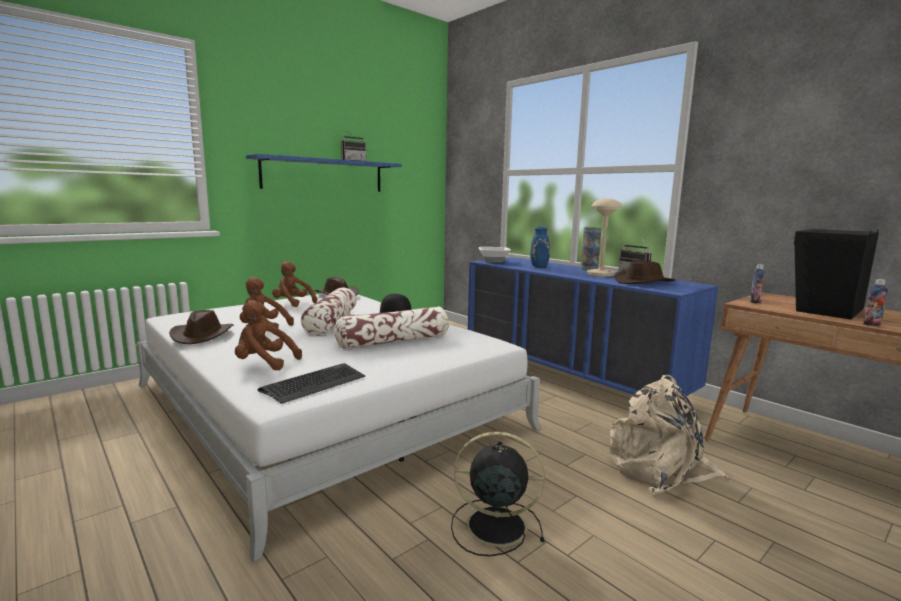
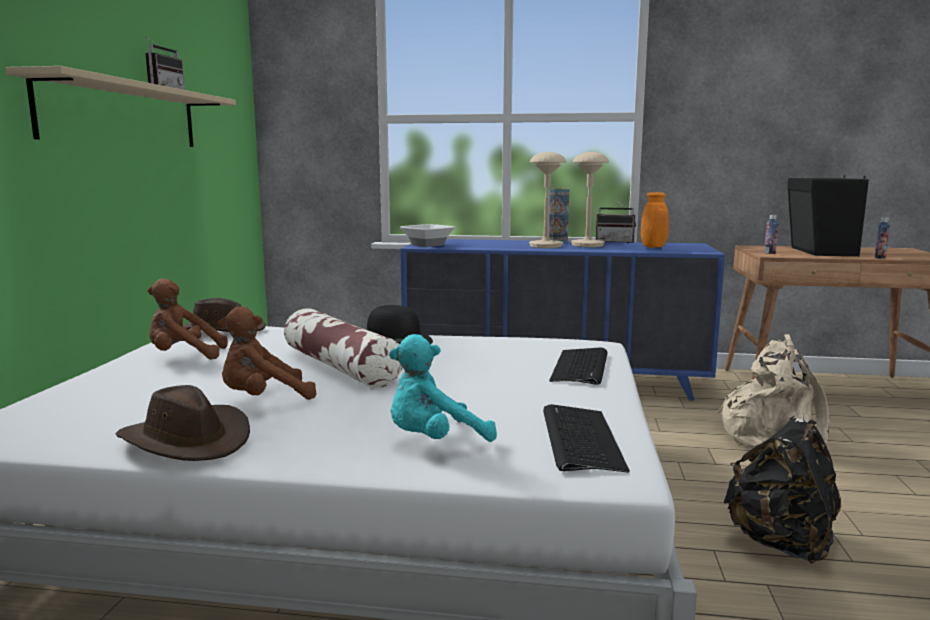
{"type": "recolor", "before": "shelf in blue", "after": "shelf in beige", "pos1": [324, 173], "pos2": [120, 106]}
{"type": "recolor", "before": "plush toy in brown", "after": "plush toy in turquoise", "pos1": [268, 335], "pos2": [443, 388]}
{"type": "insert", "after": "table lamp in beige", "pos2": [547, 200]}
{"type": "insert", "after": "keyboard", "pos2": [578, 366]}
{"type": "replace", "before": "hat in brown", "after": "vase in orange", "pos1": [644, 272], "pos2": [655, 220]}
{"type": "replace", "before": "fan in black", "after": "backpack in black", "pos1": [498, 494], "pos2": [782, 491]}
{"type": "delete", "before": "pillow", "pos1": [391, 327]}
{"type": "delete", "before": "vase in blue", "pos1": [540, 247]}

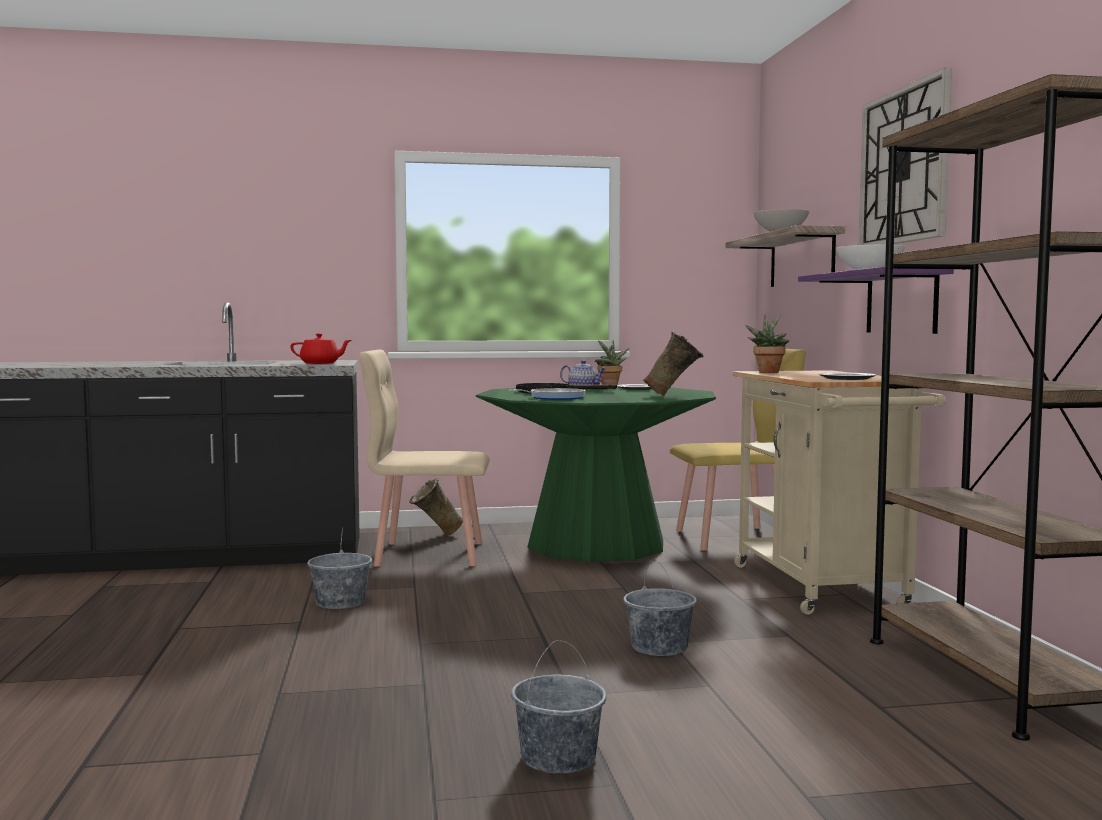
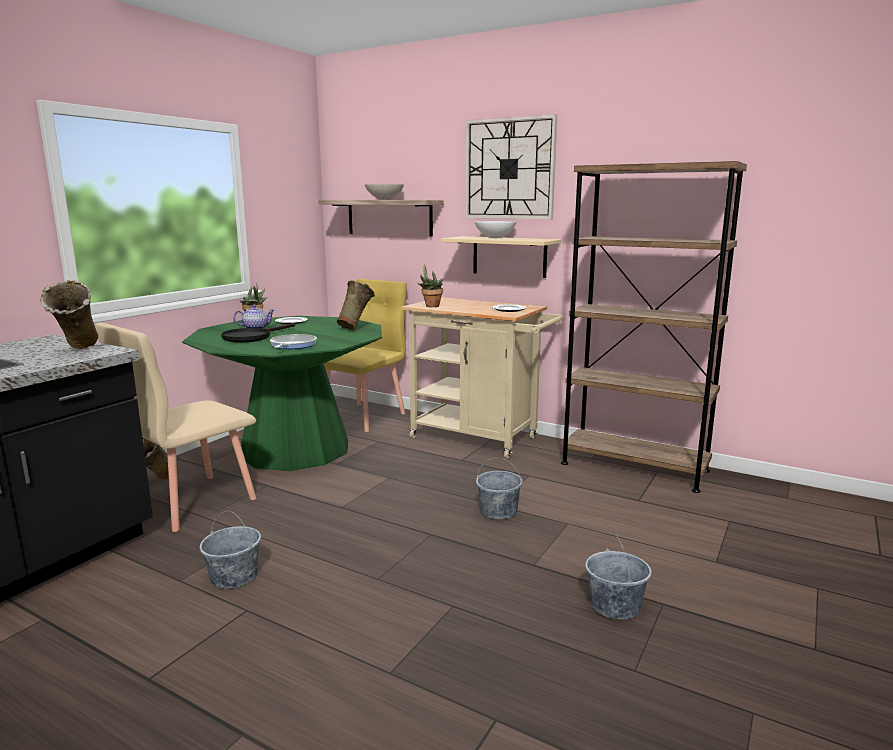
{"type": "replace", "before": "teapot in red", "after": "vase in beige", "pos1": [320, 349], "pos2": [69, 314]}
{"type": "recolor", "before": "shelf in purple", "after": "shelf in beige", "pos1": [876, 300], "pos2": [501, 257]}

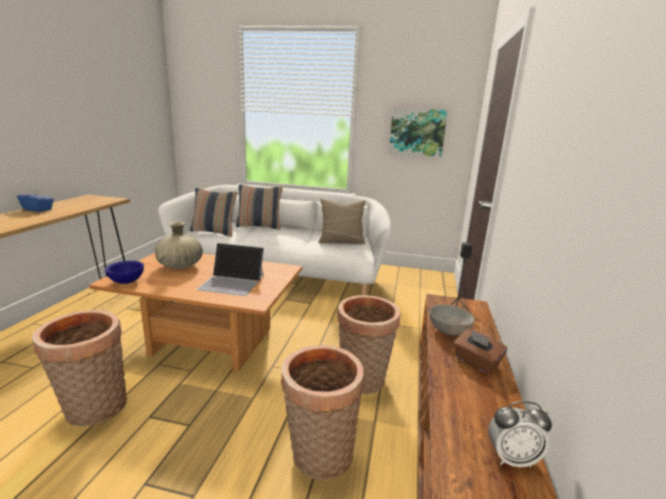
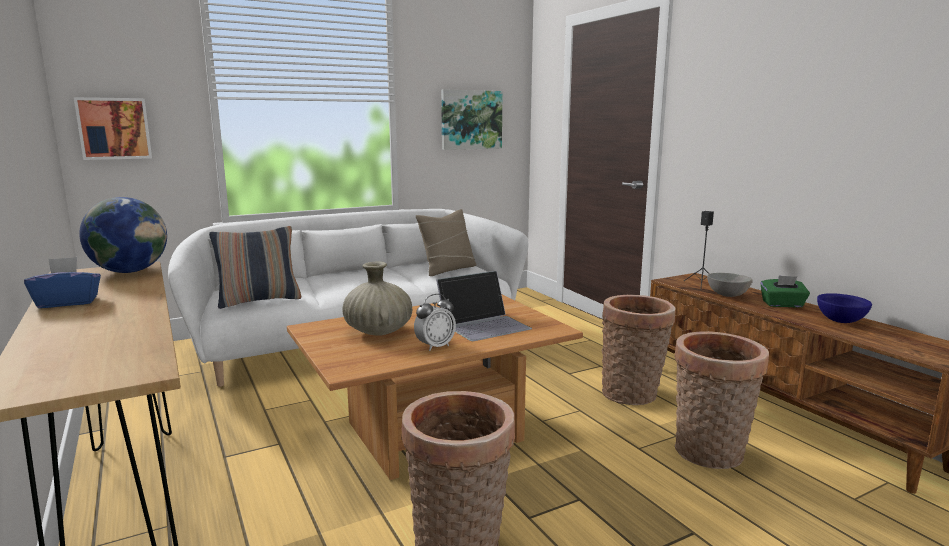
{"type": "insert", "after": "picture", "pos2": [113, 128]}
{"type": "insert", "after": "globe", "pos2": [123, 235]}
{"type": "move", "before": "alarm clock", "pos1": [520, 434], "pos2": [435, 322]}
{"type": "recolor", "before": "tissue box in brown", "after": "tissue box in green", "pos1": [480, 351], "pos2": [785, 291]}
{"type": "move", "before": "bowl in blue", "pos1": [124, 272], "pos2": [844, 308]}
{"type": "delete", "before": "pillow", "pos1": [259, 207]}

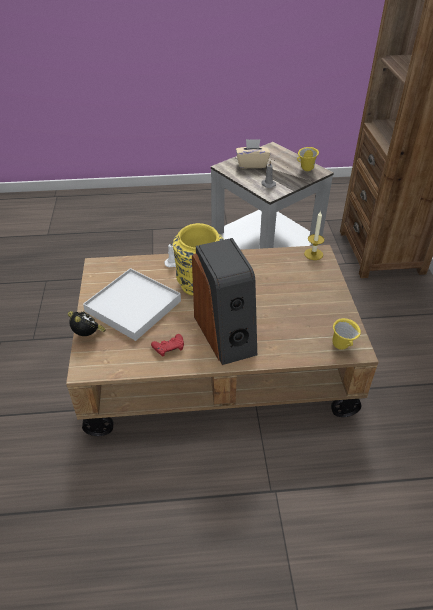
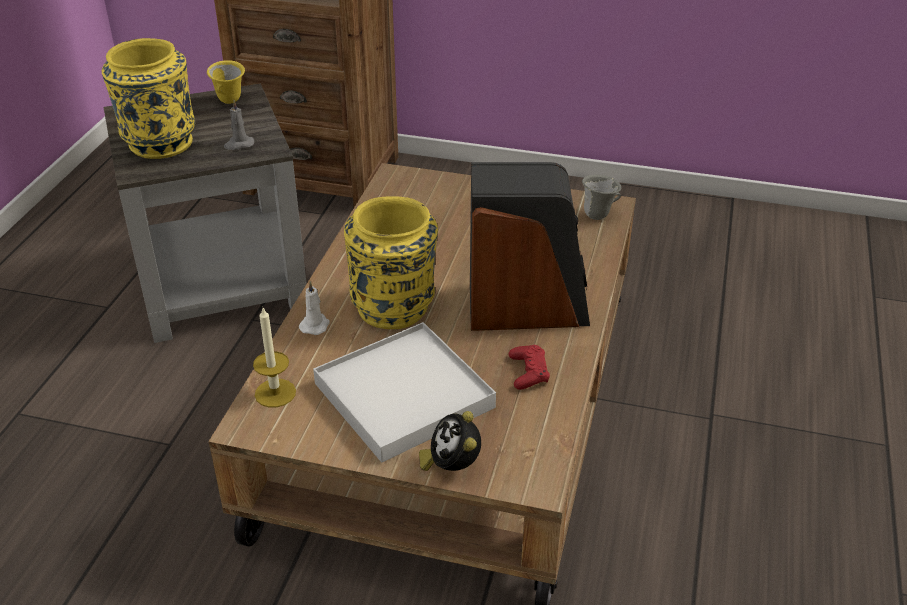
{"type": "replace", "before": "tissue box in beige", "after": "vase in yellow", "pos1": [253, 154], "pos2": [148, 98]}
{"type": "move", "before": "candle", "pos1": [314, 235], "pos2": [274, 357]}
{"type": "rotate", "before": "alarm clock", "pos1": [87, 323], "pos2": [450, 441], "turn": -75}
{"type": "recolor", "before": "mug in yellow", "after": "mug in grey", "pos1": [346, 334], "pos2": [601, 197]}

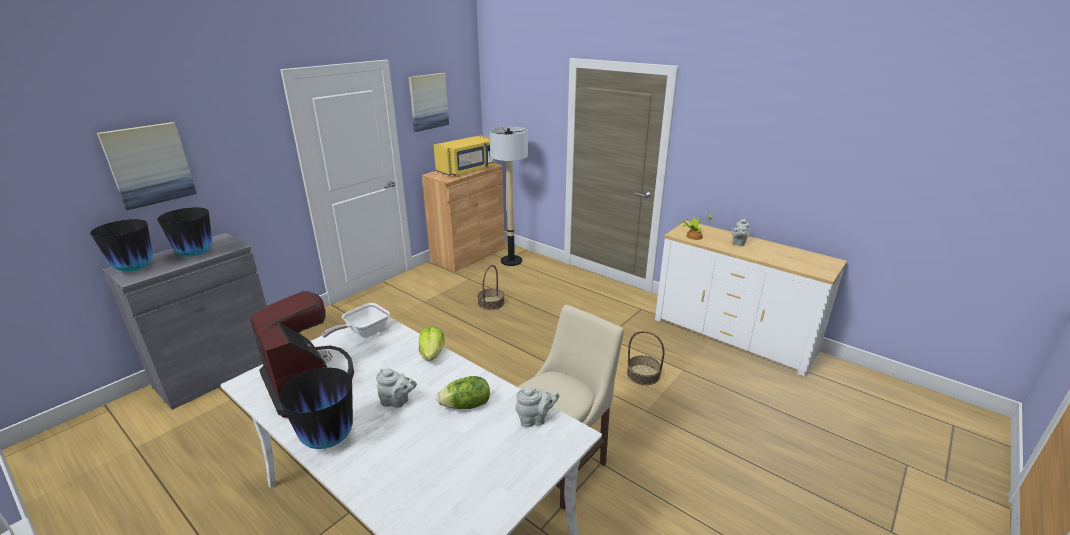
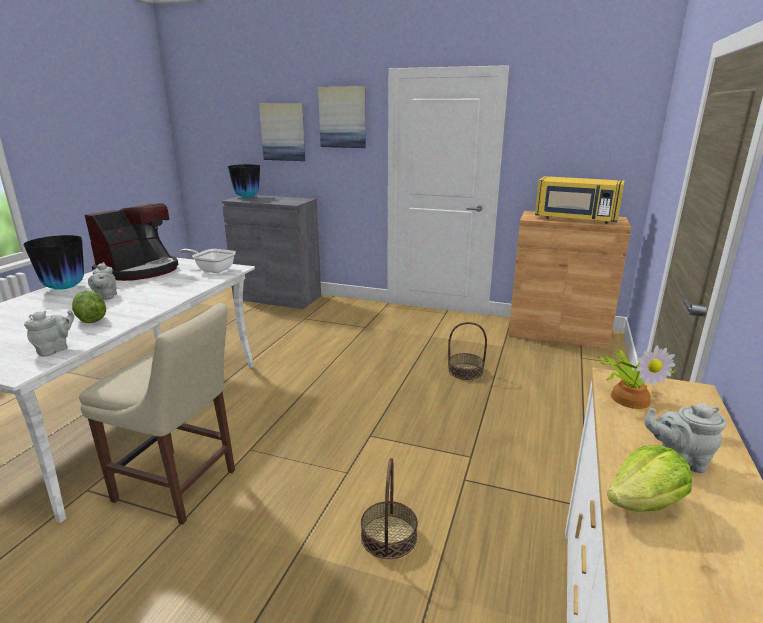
{"type": "rotate", "before": "teapot in grey", "pos1": [537, 407], "pos2": [49, 333], "turn": -120}
{"type": "move", "before": "picture", "pos1": [428, 102], "pos2": [342, 117]}
{"type": "move", "before": "lettuce", "pos1": [432, 343], "pos2": [649, 479]}
{"type": "delete", "before": "vase", "pos1": [184, 232]}
{"type": "delete", "before": "floor lamp", "pos1": [508, 196]}

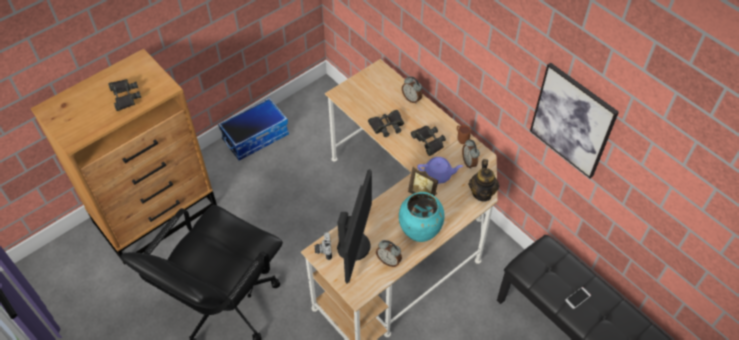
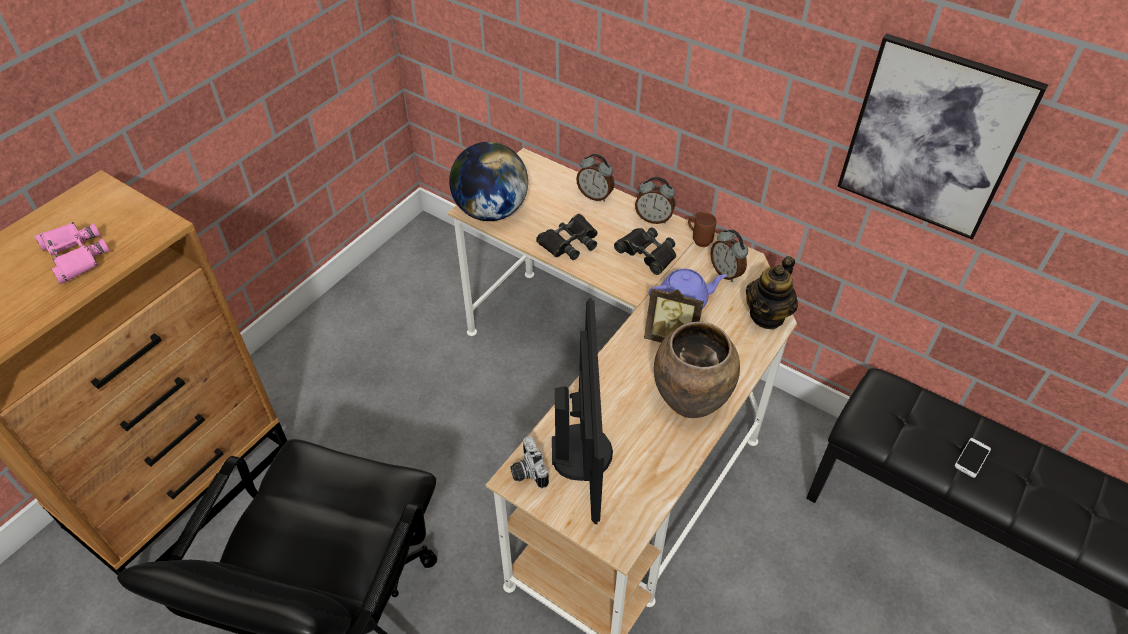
{"type": "recolor", "before": "binoculars in black", "after": "binoculars in pink", "pos1": [124, 95], "pos2": [72, 253]}
{"type": "insert", "after": "globe", "pos2": [488, 181]}
{"type": "move", "before": "alarm clock", "pos1": [389, 253], "pos2": [655, 200]}
{"type": "recolor", "before": "vase in turquoise", "after": "vase in brown", "pos1": [422, 217], "pos2": [697, 370]}
{"type": "rotate", "before": "teapot", "pos1": [484, 180], "pos2": [772, 292], "turn": 45}
{"type": "delete", "before": "storage box", "pos1": [253, 129]}

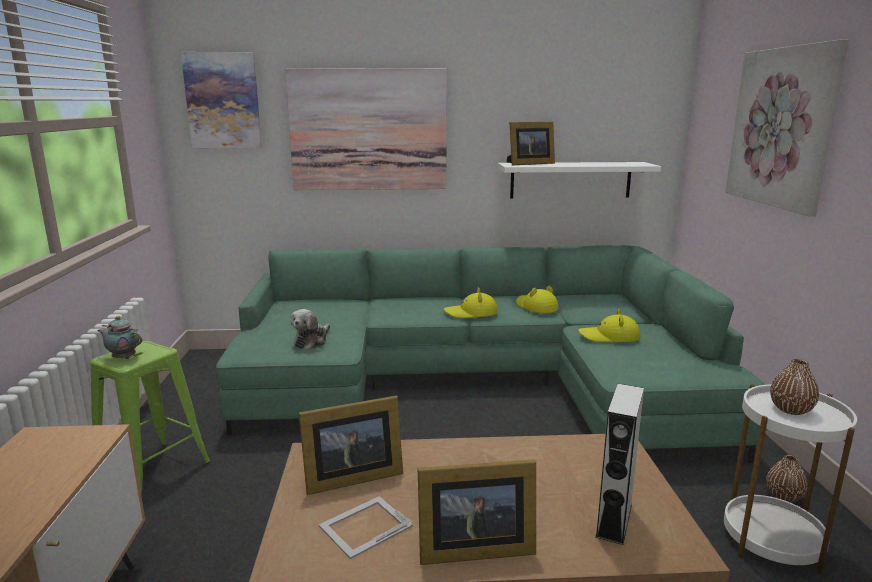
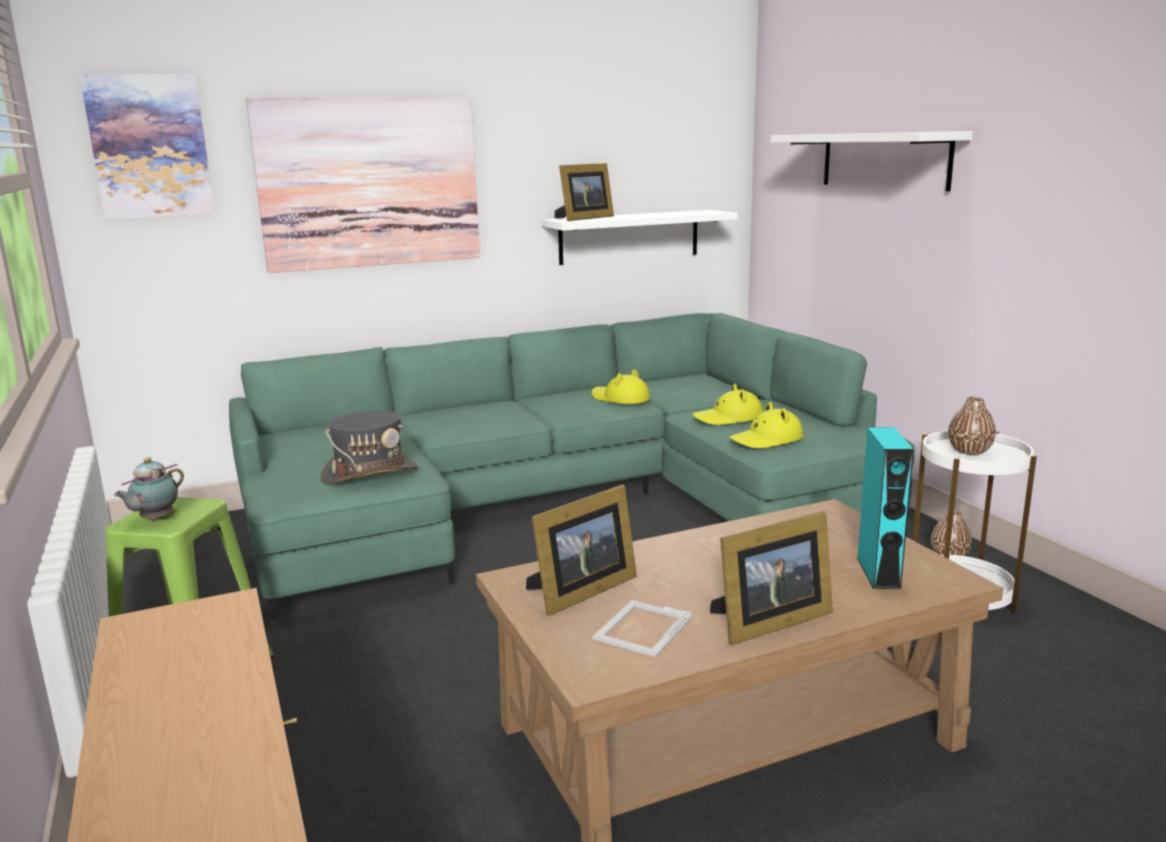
{"type": "rotate", "before": "teapot", "pos1": [119, 337], "pos2": [149, 489], "turn": -60}
{"type": "replace", "before": "plush toy", "after": "hat in grey", "pos1": [310, 329], "pos2": [369, 447]}
{"type": "move", "before": "hat in yellow", "pos1": [471, 303], "pos2": [766, 425]}
{"type": "replace", "before": "picture", "after": "shelf in white", "pos1": [786, 127], "pos2": [872, 161]}
{"type": "recolor", "before": "speaker in grey", "after": "speaker in turquoise", "pos1": [619, 464], "pos2": [885, 508]}

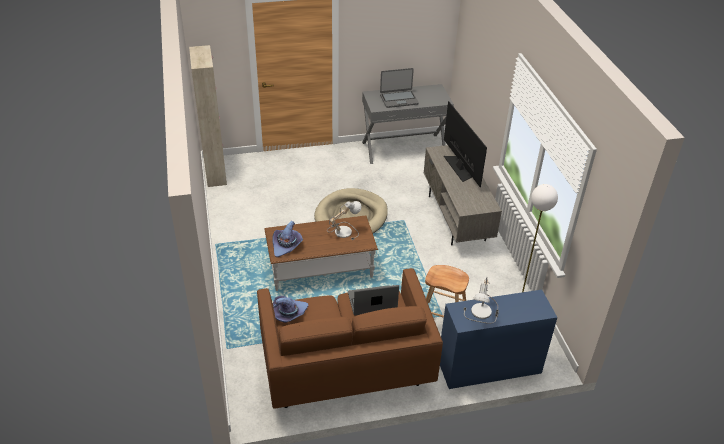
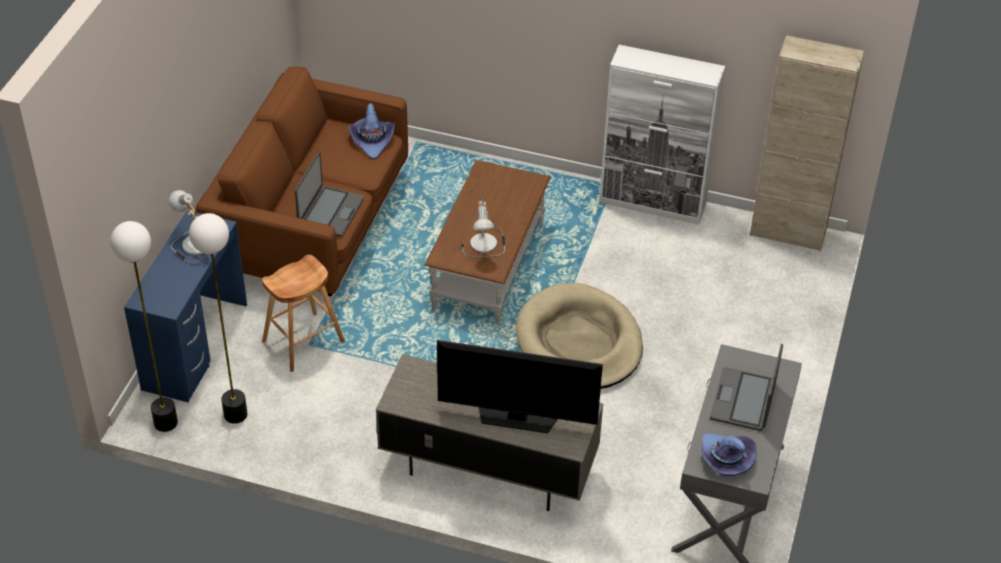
{"type": "insert", "after": "floor lamp", "pos2": [144, 326]}
{"type": "insert", "after": "cabinet in white", "pos2": [662, 135]}
{"type": "move", "before": "hat in purple", "pos1": [287, 239], "pos2": [729, 454]}

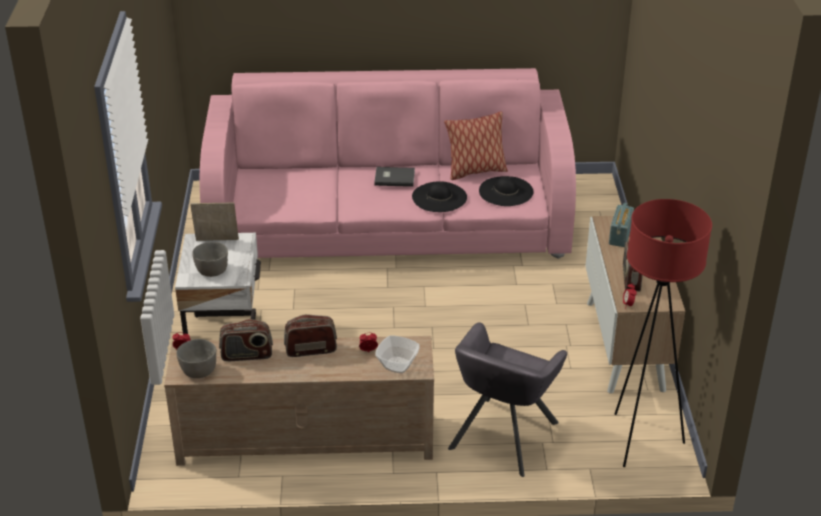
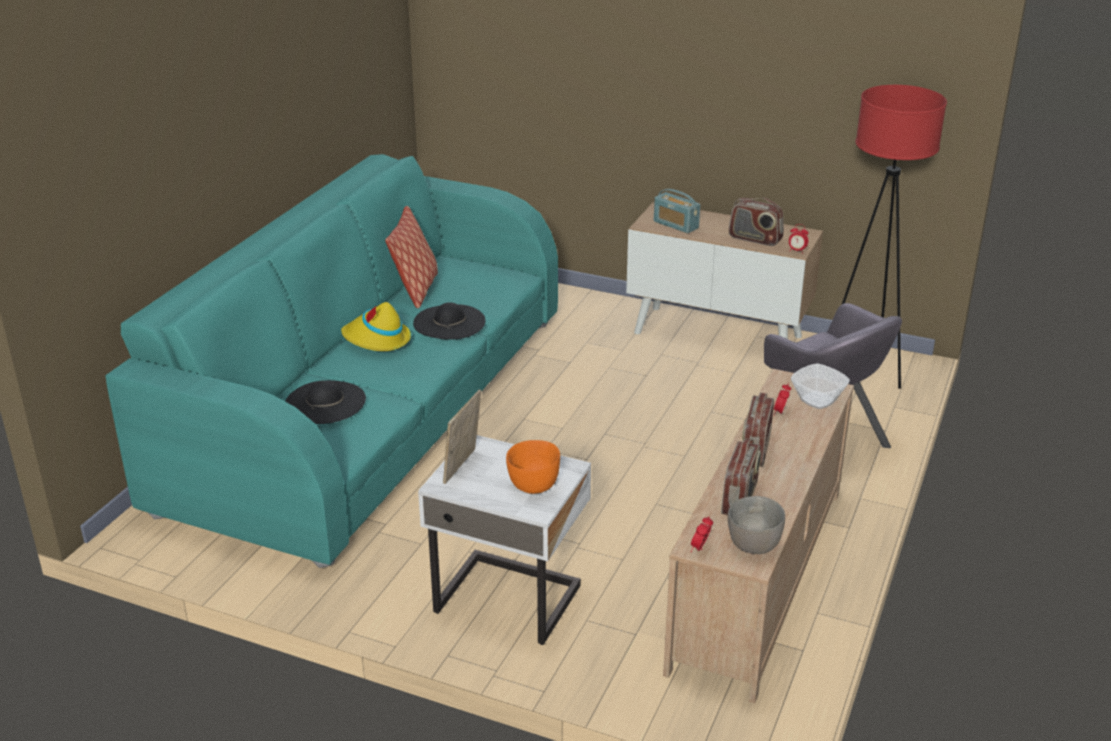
{"type": "recolor", "before": "sofa in pink", "after": "sofa in turquoise", "pos1": [387, 163], "pos2": [331, 361]}
{"type": "move", "before": "hat in black", "pos1": [506, 191], "pos2": [325, 402]}
{"type": "replace", "before": "book in grey", "after": "hat in yellow", "pos1": [394, 177], "pos2": [376, 326]}
{"type": "recolor", "before": "bowl in grey", "after": "bowl in orange", "pos1": [210, 259], "pos2": [533, 467]}

